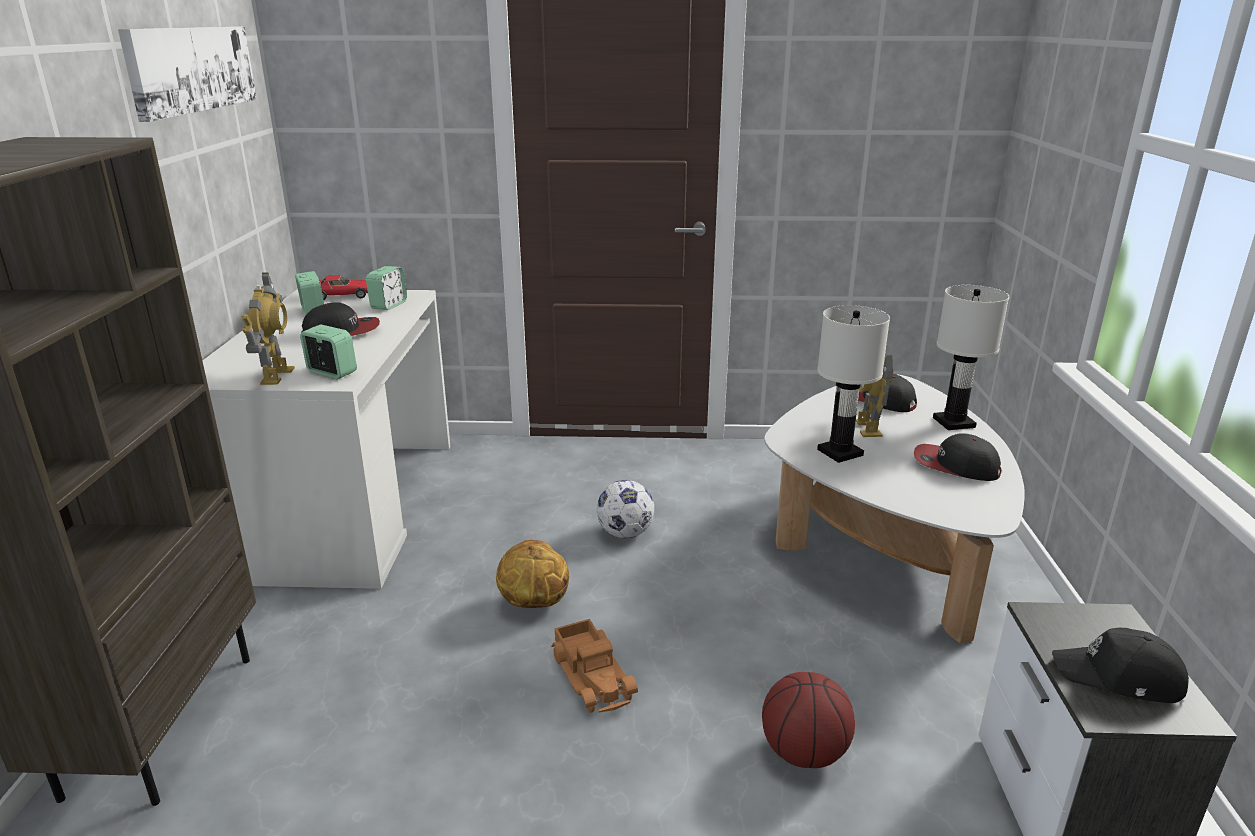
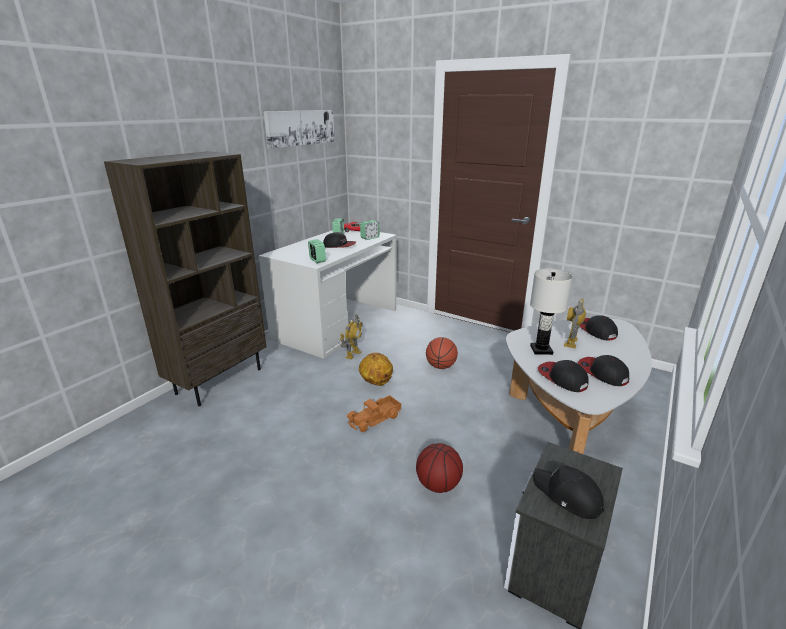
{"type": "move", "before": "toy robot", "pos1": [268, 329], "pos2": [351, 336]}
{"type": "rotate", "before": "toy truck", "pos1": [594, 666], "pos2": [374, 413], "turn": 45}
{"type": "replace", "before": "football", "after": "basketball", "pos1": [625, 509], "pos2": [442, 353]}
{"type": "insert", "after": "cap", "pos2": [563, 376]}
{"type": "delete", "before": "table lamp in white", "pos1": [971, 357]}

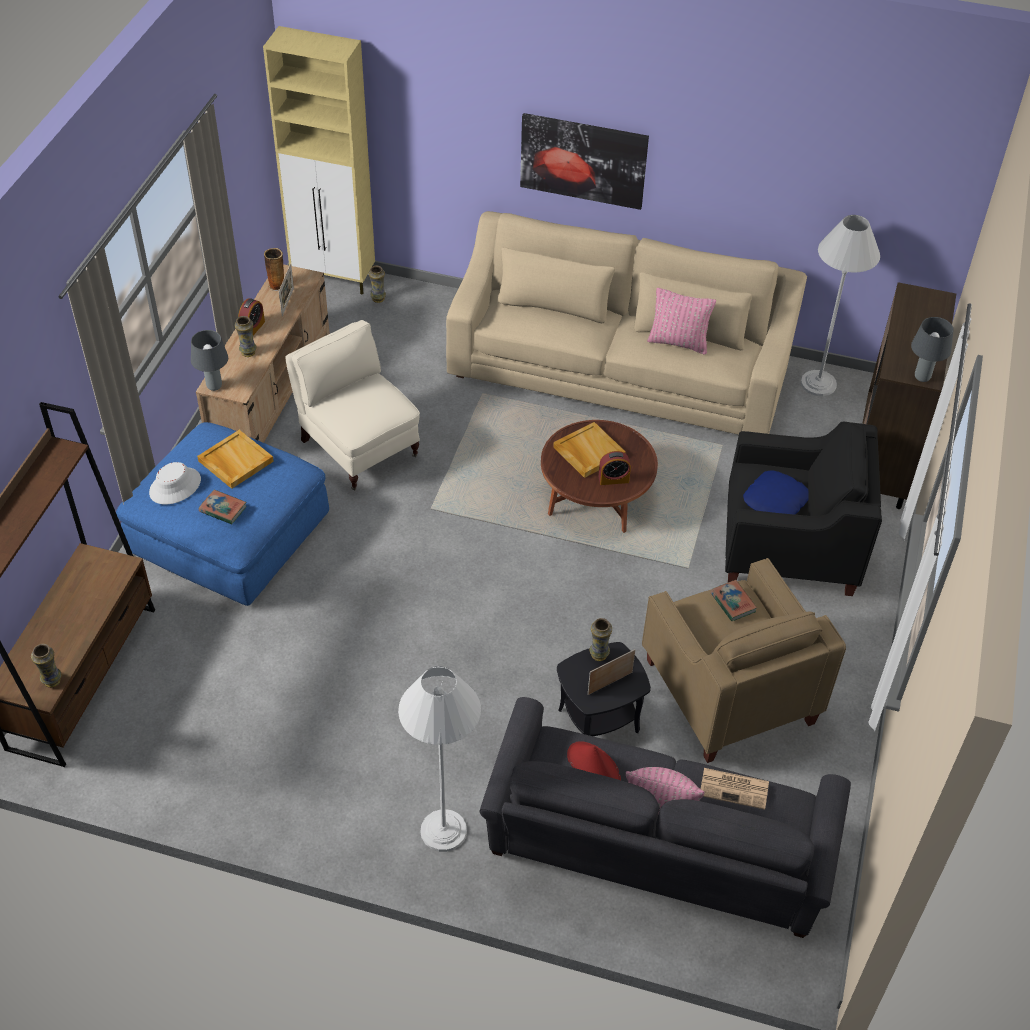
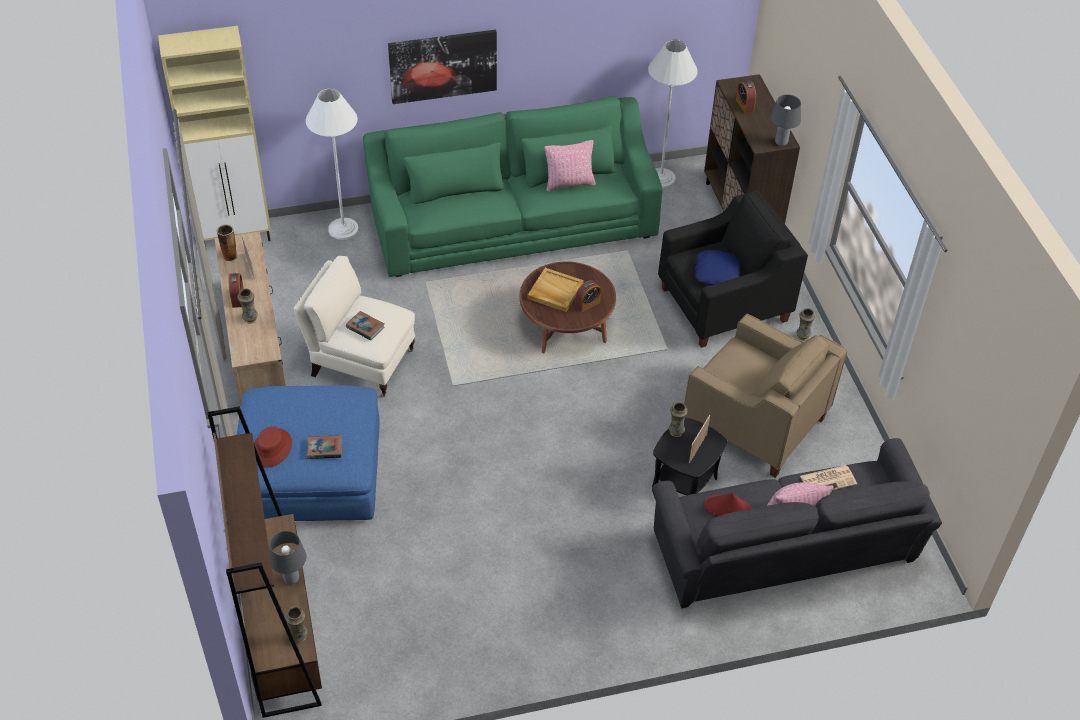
{"type": "recolor", "before": "hat in white", "after": "hat in red", "pos1": [175, 483], "pos2": [273, 447]}
{"type": "move", "before": "table lamp in grey", "pos1": [209, 360], "pos2": [287, 557]}
{"type": "move", "before": "floor lamp in white", "pos1": [439, 759], "pos2": [332, 164]}
{"type": "move", "before": "book", "pos1": [733, 600], "pos2": [365, 325]}
{"type": "recolor", "before": "sofa in beige", "after": "sofa in green", "pos1": [626, 323], "pos2": [513, 186]}
{"type": "insert", "after": "alarm clock", "pos2": [746, 97]}
{"type": "move", "before": "vase", "pos1": [377, 284], "pos2": [805, 324]}
{"type": "delete", "before": "tray in beige", "pos1": [235, 459]}

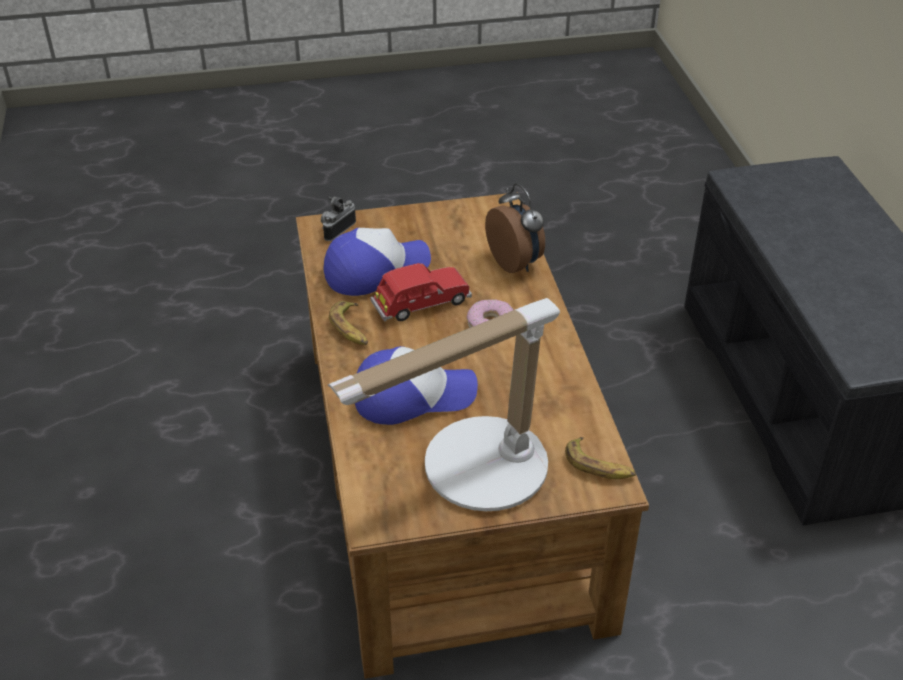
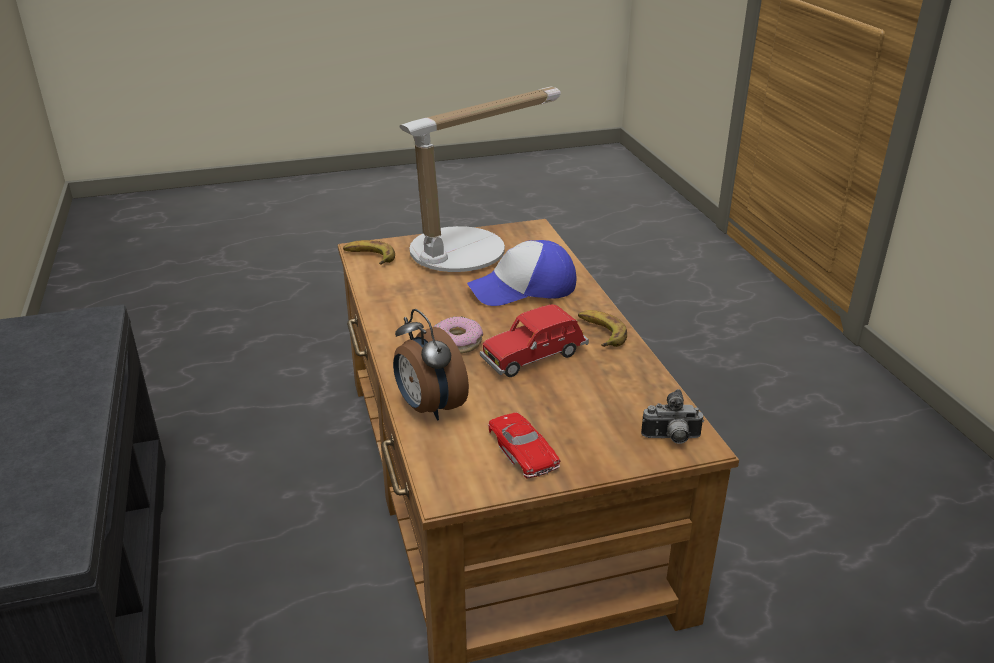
{"type": "insert", "after": "toy car in red", "pos2": [524, 446]}
{"type": "rotate", "before": "photo camera", "pos1": [338, 219], "pos2": [672, 416], "turn": 60}
{"type": "delete", "before": "cap", "pos1": [377, 262]}

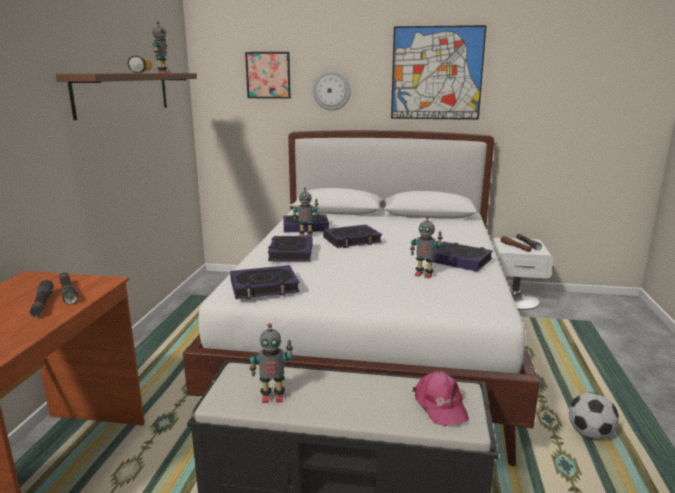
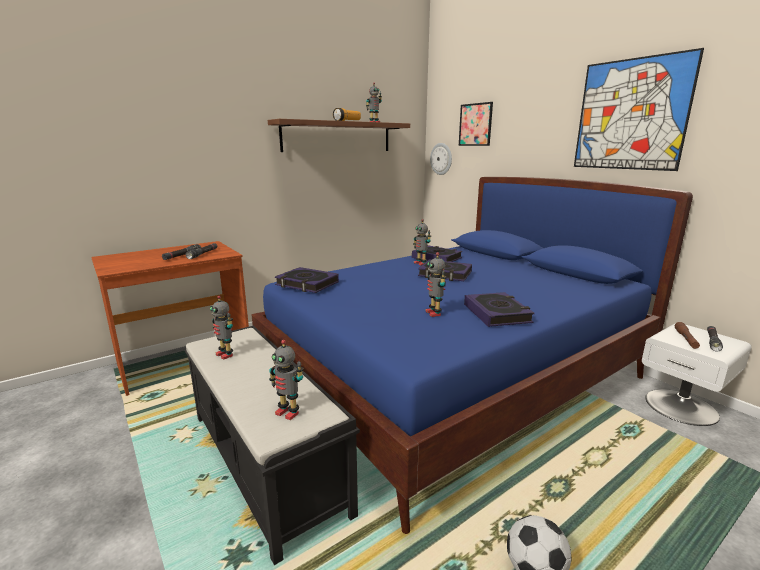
{"type": "recolor", "before": "bed in white", "after": "bed in blue", "pos1": [361, 298], "pos2": [472, 355]}
{"type": "replace", "before": "cap in pink", "after": "toy robot", "pos1": [441, 398], "pos2": [286, 380]}
{"type": "move", "before": "wall clock", "pos1": [332, 90], "pos2": [441, 159]}
{"type": "delete", "before": "book", "pos1": [290, 248]}

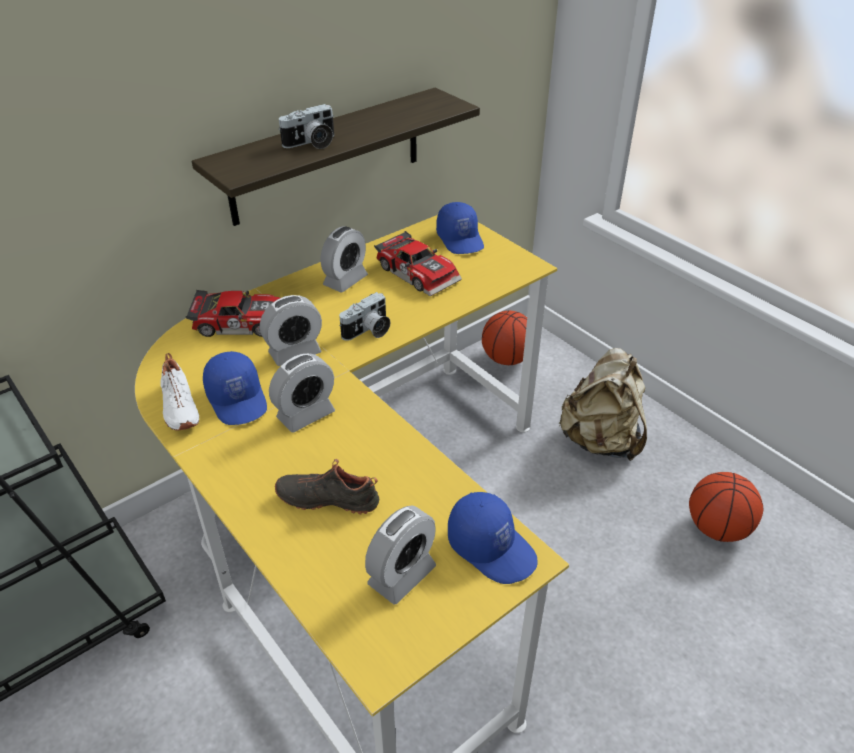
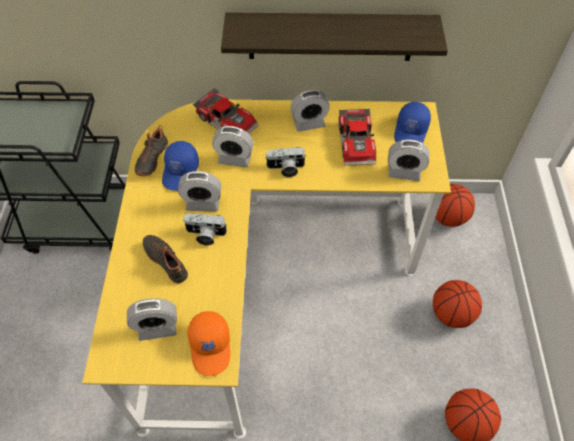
{"type": "recolor", "before": "shoe in white", "after": "shoe in black", "pos1": [180, 392], "pos2": [151, 150]}
{"type": "move", "before": "photo camera", "pos1": [306, 126], "pos2": [205, 229]}
{"type": "recolor", "before": "cap in blue", "after": "cap in orange", "pos1": [492, 538], "pos2": [209, 343]}
{"type": "insert", "after": "alarm clock", "pos2": [409, 160]}
{"type": "replace", "before": "backpack in beige", "after": "basketball", "pos1": [602, 404], "pos2": [457, 304]}

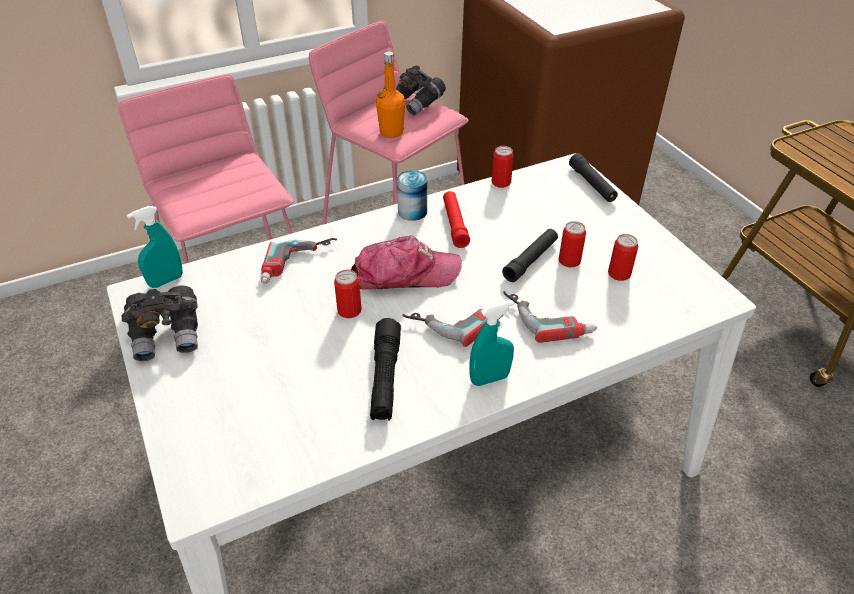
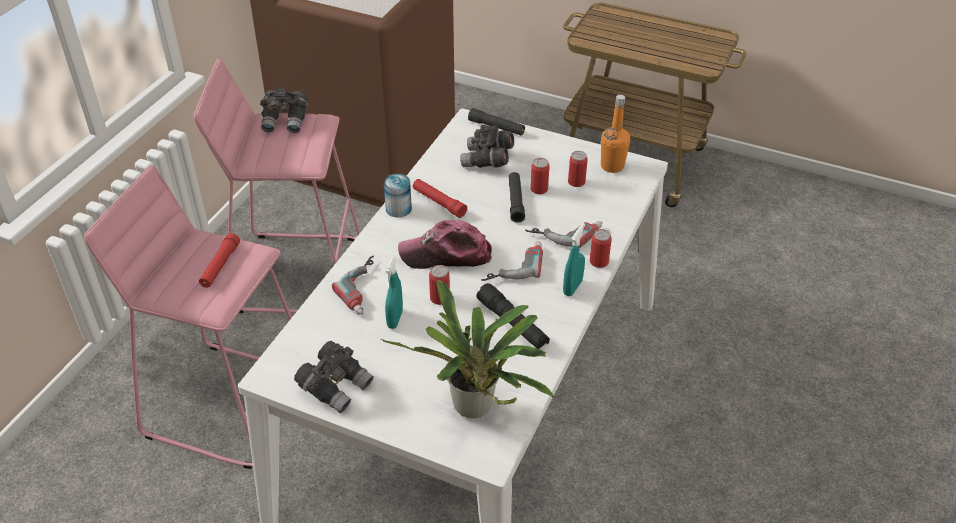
{"type": "insert", "after": "flashlight in red", "pos2": [219, 260]}
{"type": "insert", "after": "potted plant", "pos2": [467, 349]}
{"type": "move", "before": "spray bottle in turquoise", "pos1": [155, 247], "pos2": [394, 293]}
{"type": "rotate", "before": "cap", "pos1": [406, 262], "pos2": [445, 244], "turn": -135}
{"type": "insert", "after": "binoculars in grey", "pos2": [487, 146]}
{"type": "move", "before": "can", "pos1": [503, 167], "pos2": [601, 248]}
{"type": "move", "before": "bottle in orange", "pos1": [390, 95], "pos2": [615, 134]}

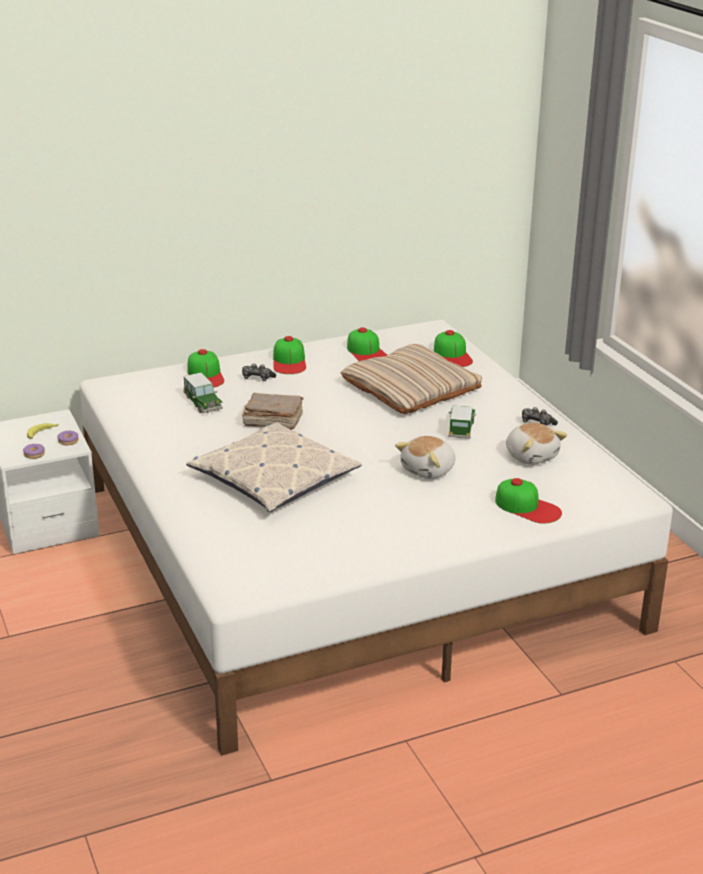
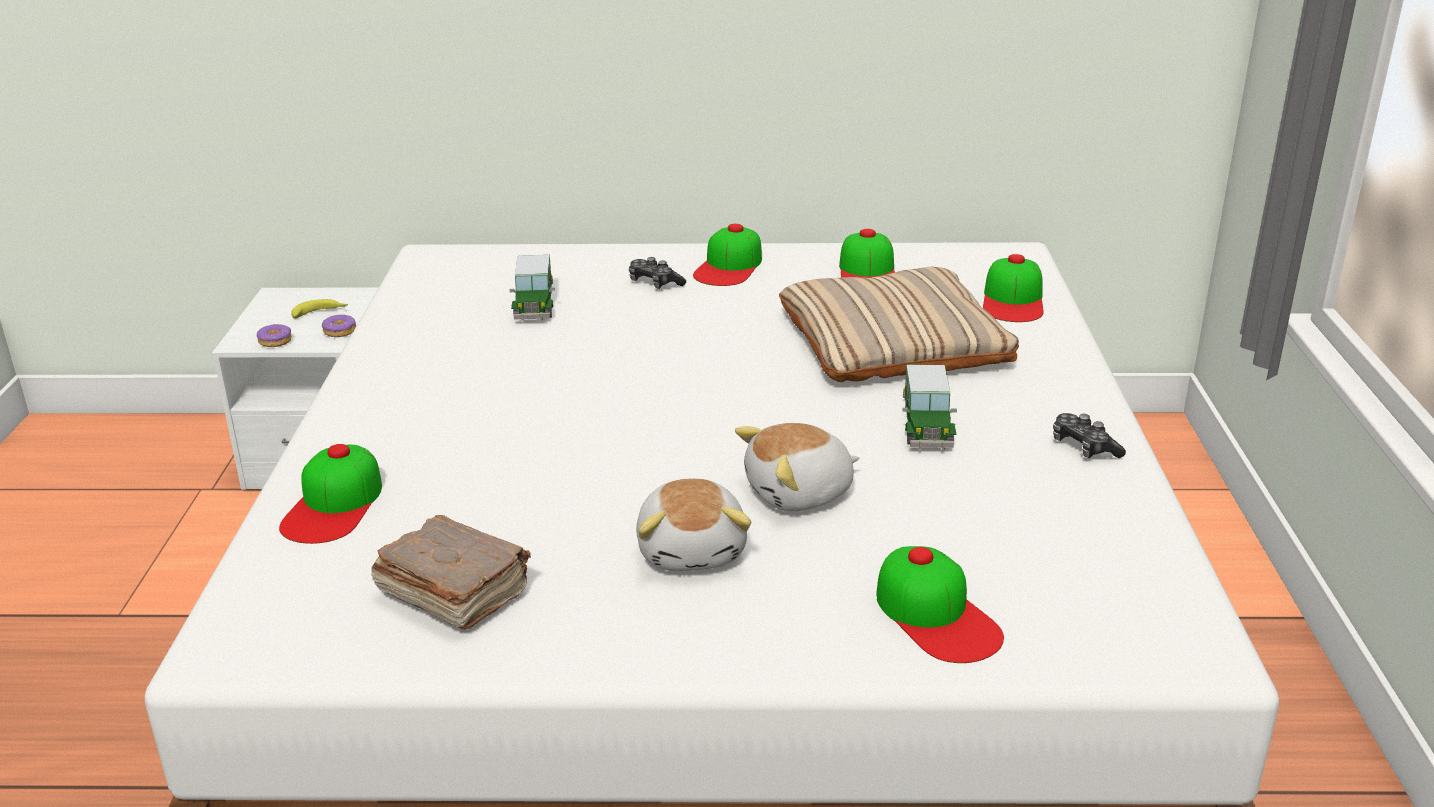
{"type": "move", "before": "cap", "pos1": [205, 368], "pos2": [330, 494]}
{"type": "move", "before": "book in brown", "pos1": [272, 411], "pos2": [451, 572]}
{"type": "move", "before": "plush toy", "pos1": [536, 444], "pos2": [693, 524]}
{"type": "rotate", "before": "toy car", "pos1": [462, 422], "pos2": [929, 406], "turn": 150}
{"type": "delete", "before": "pillow", "pos1": [274, 467]}

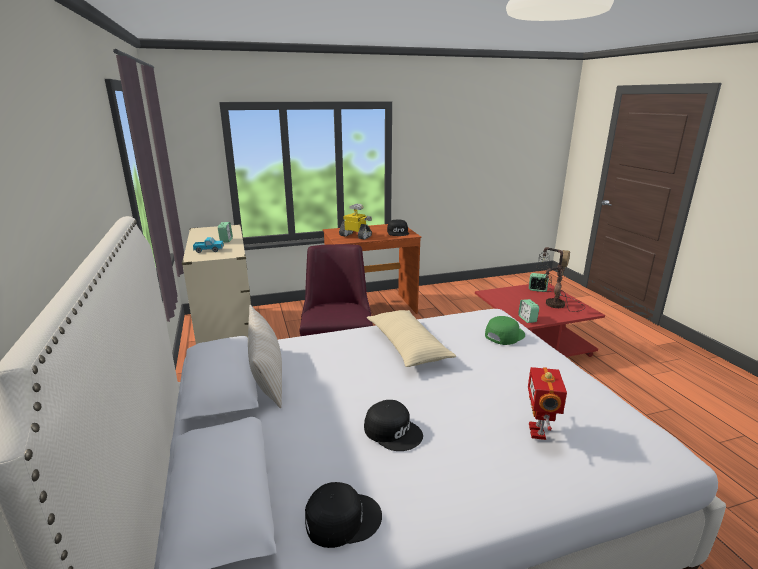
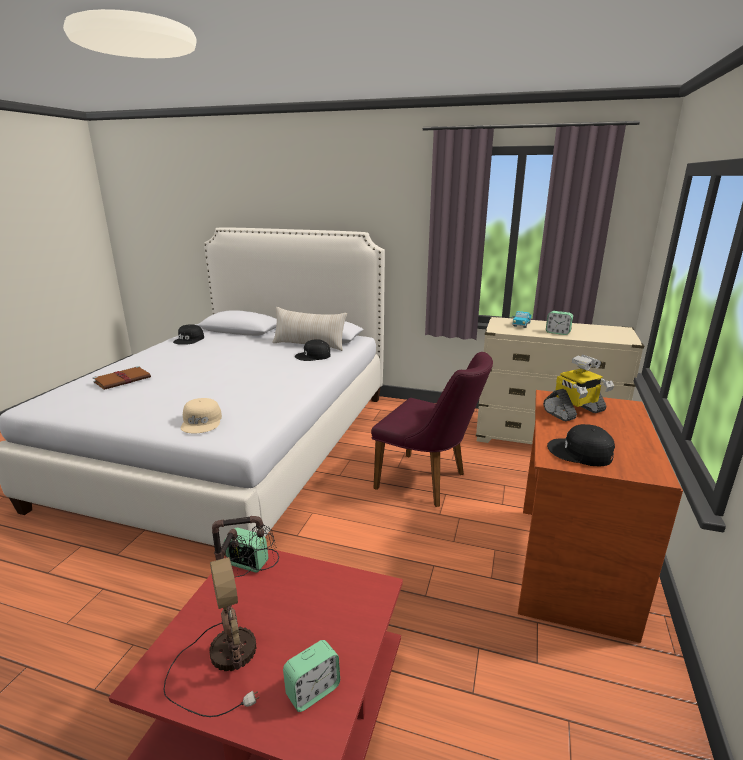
{"type": "replace", "before": "toy robot", "after": "book in brown", "pos1": [547, 403], "pos2": [122, 378]}
{"type": "recolor", "before": "cap in green", "after": "cap in beige", "pos1": [505, 330], "pos2": [201, 416]}
{"type": "move", "before": "cap in black", "pos1": [393, 425], "pos2": [313, 350]}
{"type": "delete", "before": "pillow in beige", "pos1": [411, 338]}

